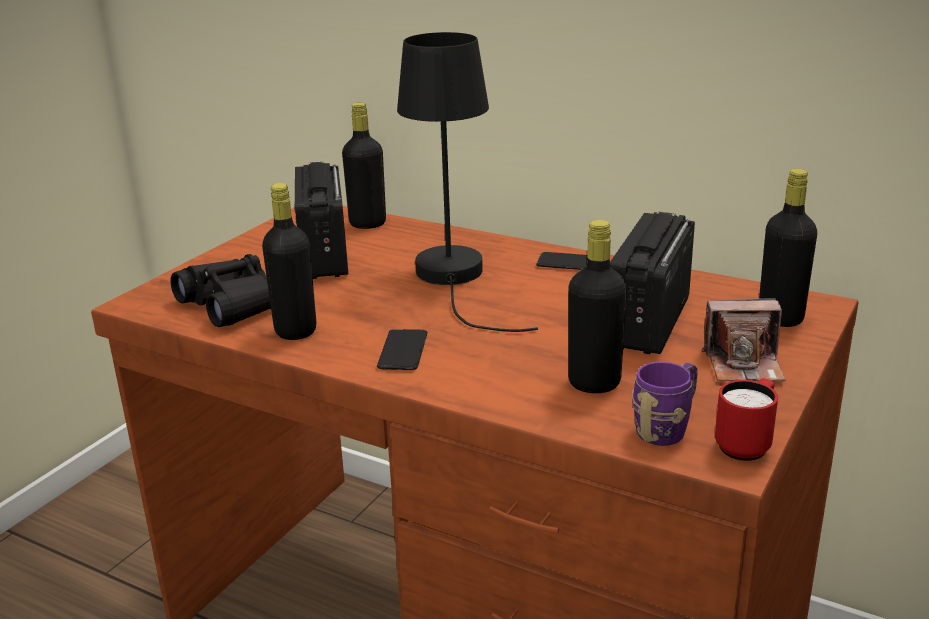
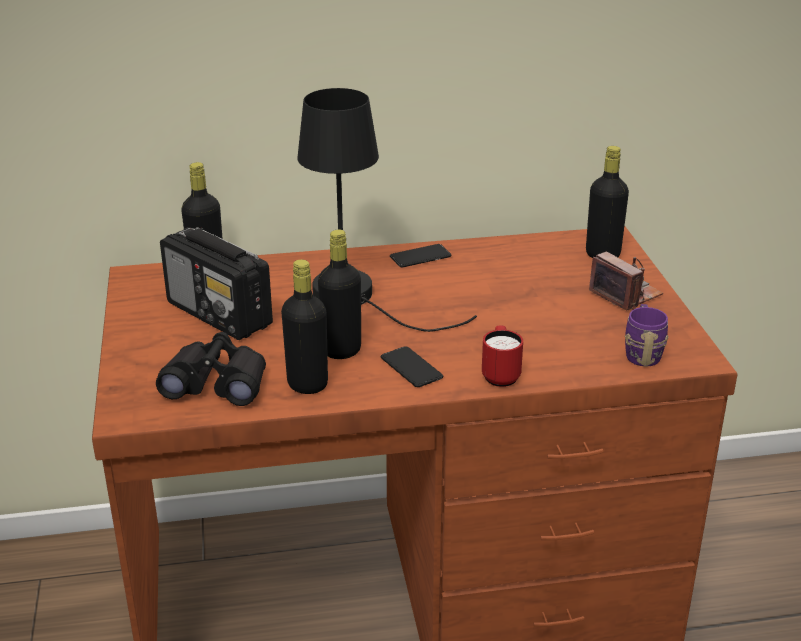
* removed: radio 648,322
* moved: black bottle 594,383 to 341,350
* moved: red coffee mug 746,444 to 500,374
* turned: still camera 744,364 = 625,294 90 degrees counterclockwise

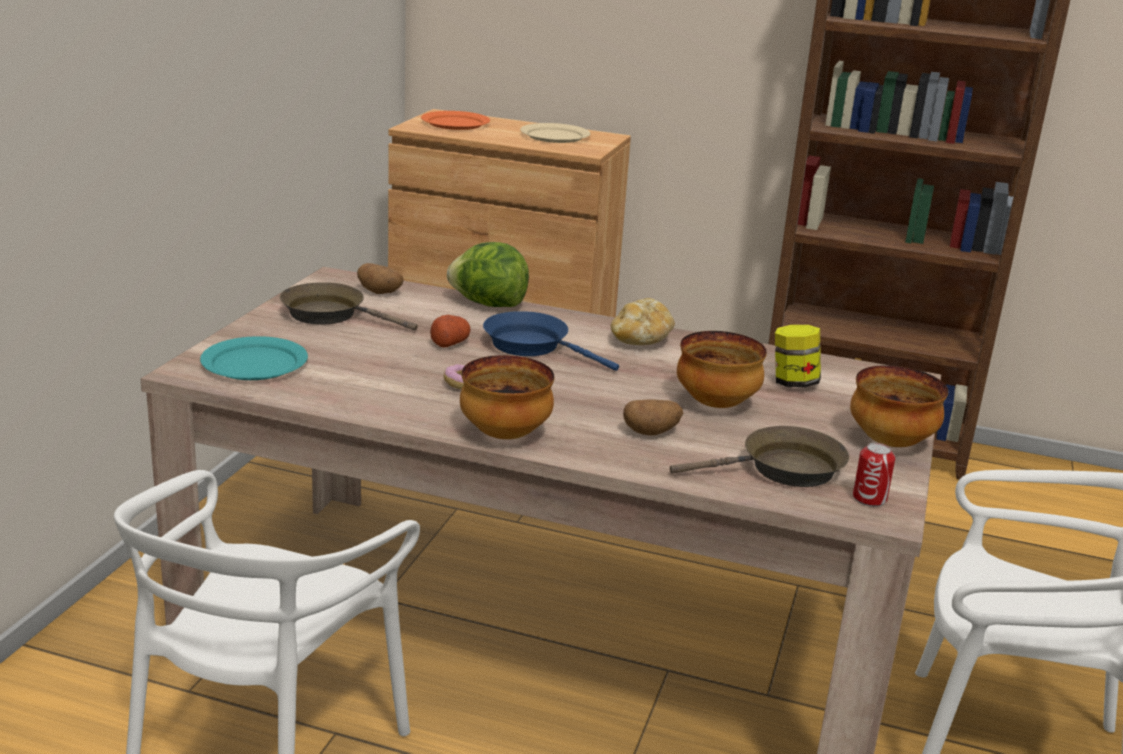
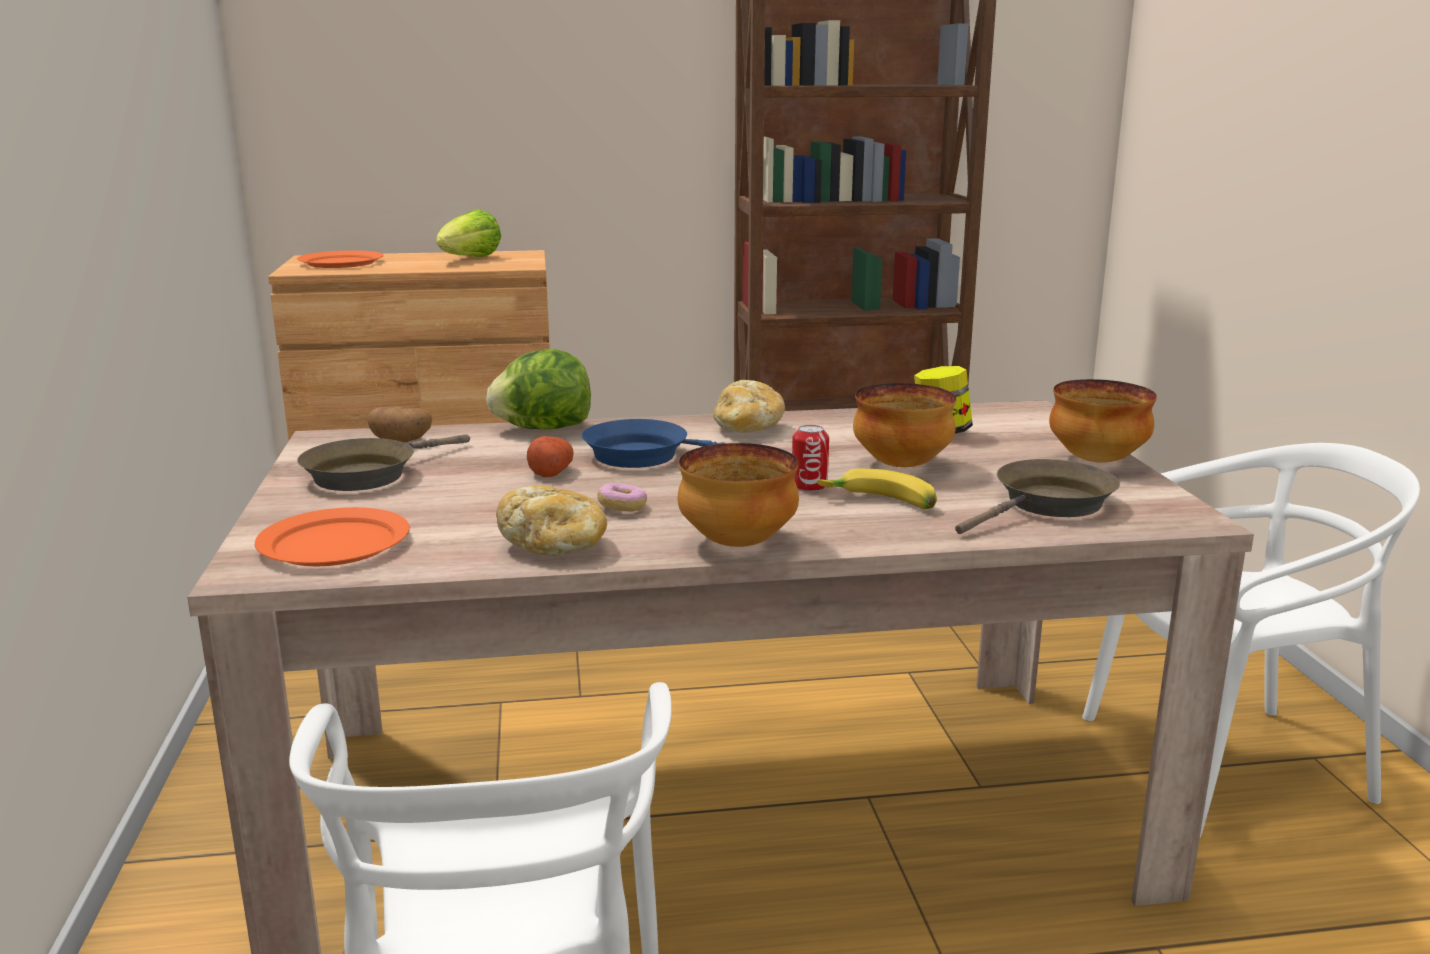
* added: bakery bread 555,546
* moved: metal can 869,498 to 809,486
* replaced: beige plate 555,136 to lettuce head 469,259
* replaced: spud 651,432 to whole banana 880,504
* recoloured: turquoise plate 254,364 to orange plate 335,544
* turned: brown-coloured pan 330,314 = 367,474 45 degrees counterclockwise

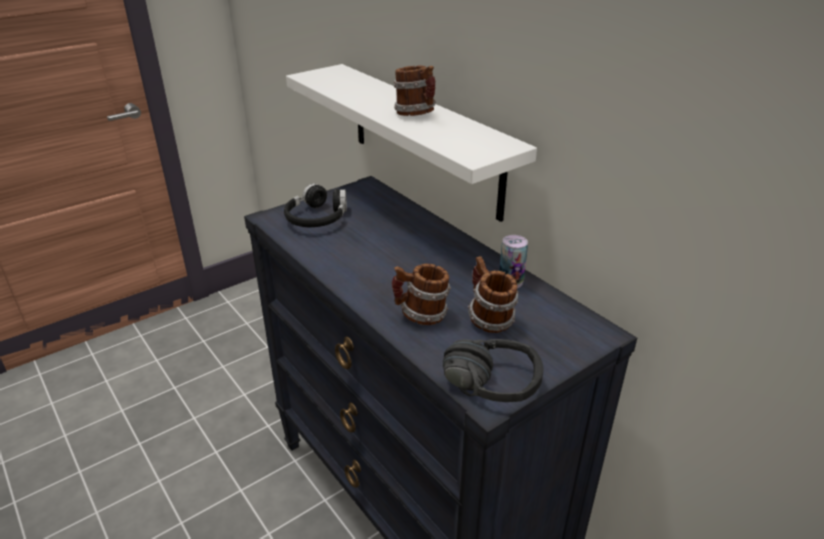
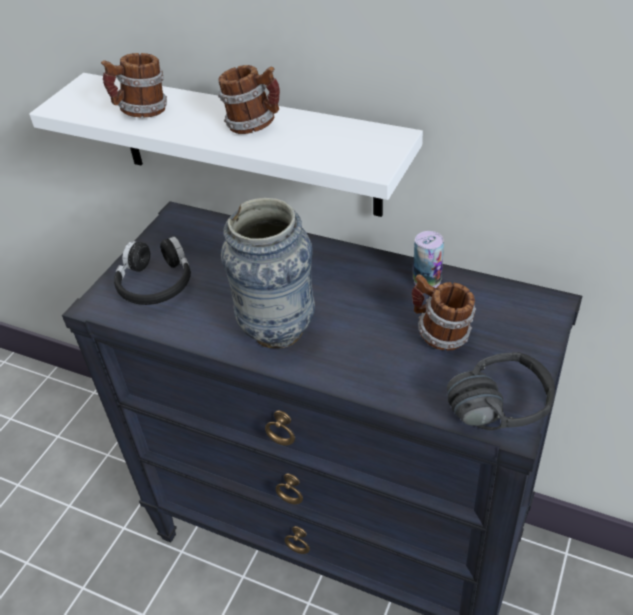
* added: vase 277,330
* moved: coffee mug 421,315 to 142,112

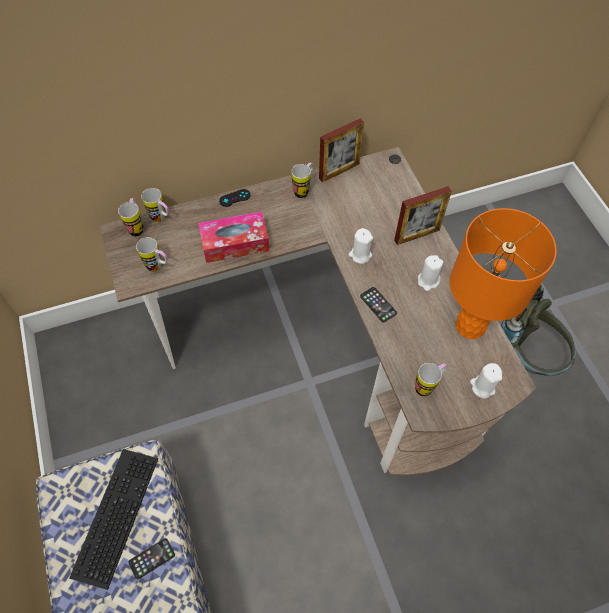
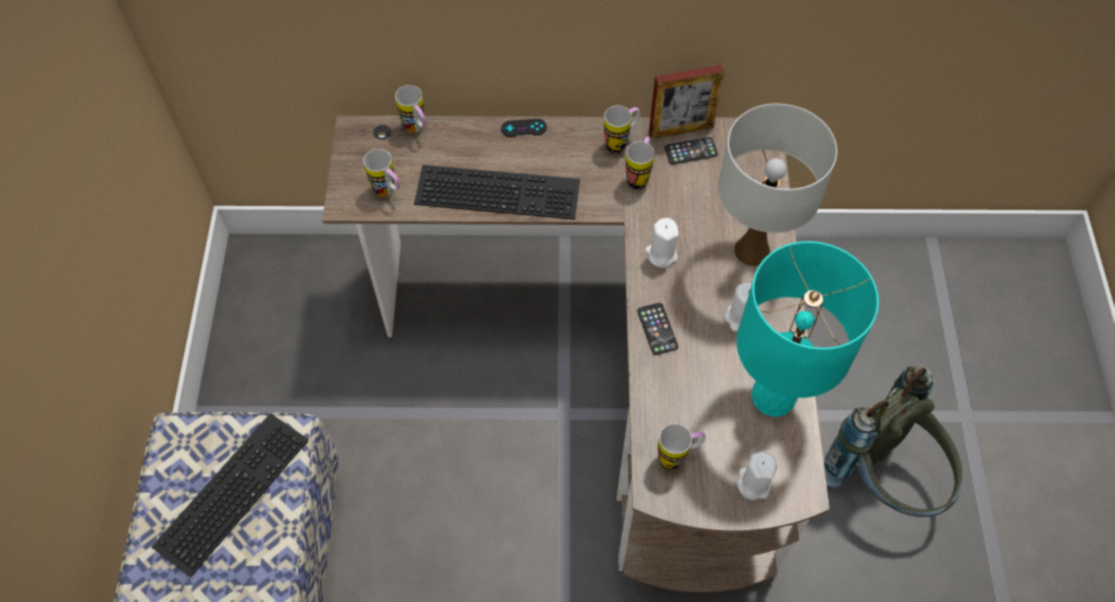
* moved: coffee mug 137,227 to 639,176
* moved: handset 152,558 to 690,151
* replaced: tissue box 235,243 to computer keyboard 499,190
* replaced: standing frame 416,235 to whitish lamp for a table 752,250
* recoloured: orange lamp for a table 470,326 to turquoise lamp for a table 773,397

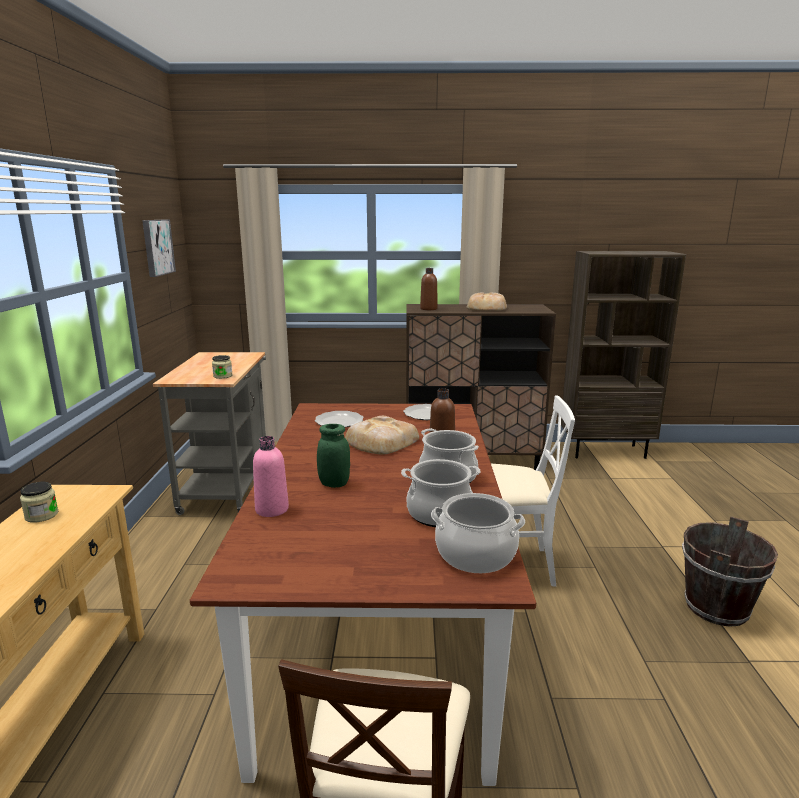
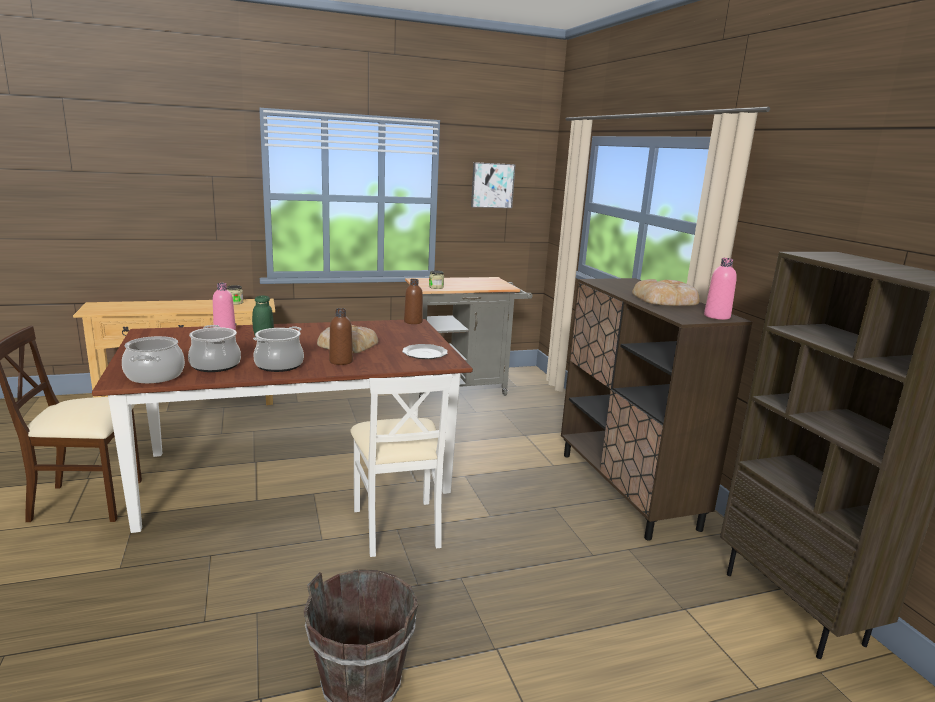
* removed: plate 339,421
* added: pink-coloured bottle 717,316
* moved: brown-coloured bottle 428,309 to 413,322

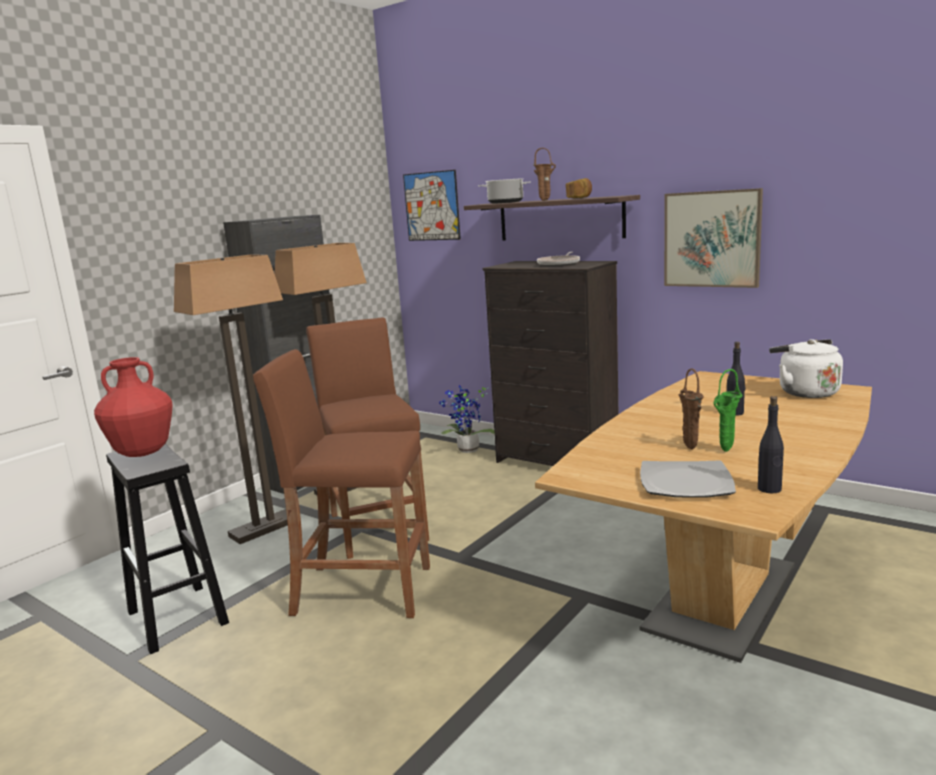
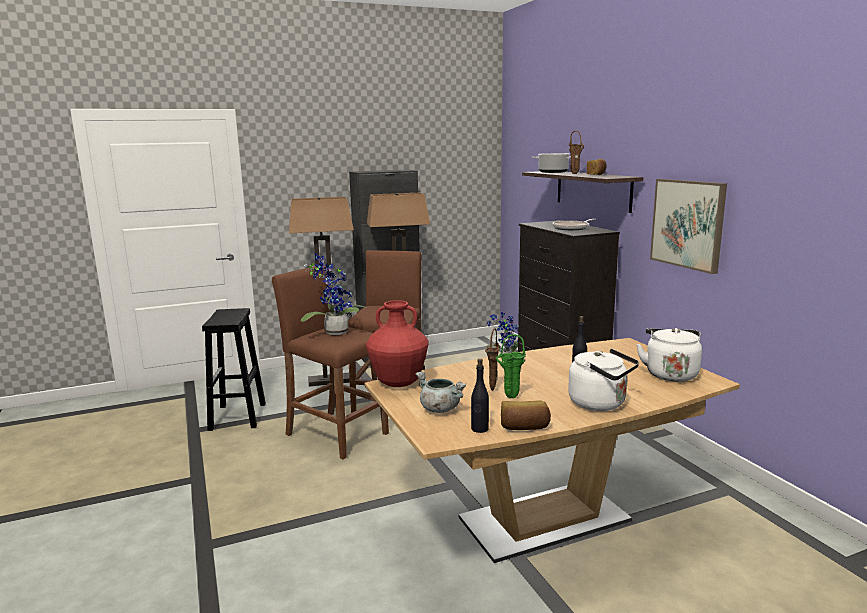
* removed: wall picture 431,206
* added: plant in a pot 334,332
* added: bakery bread 524,427
* added: whitish water kettle 600,404
* moved: red vase 143,453 to 399,383
* replaced: plate 685,483 to greyish stockpot 439,409

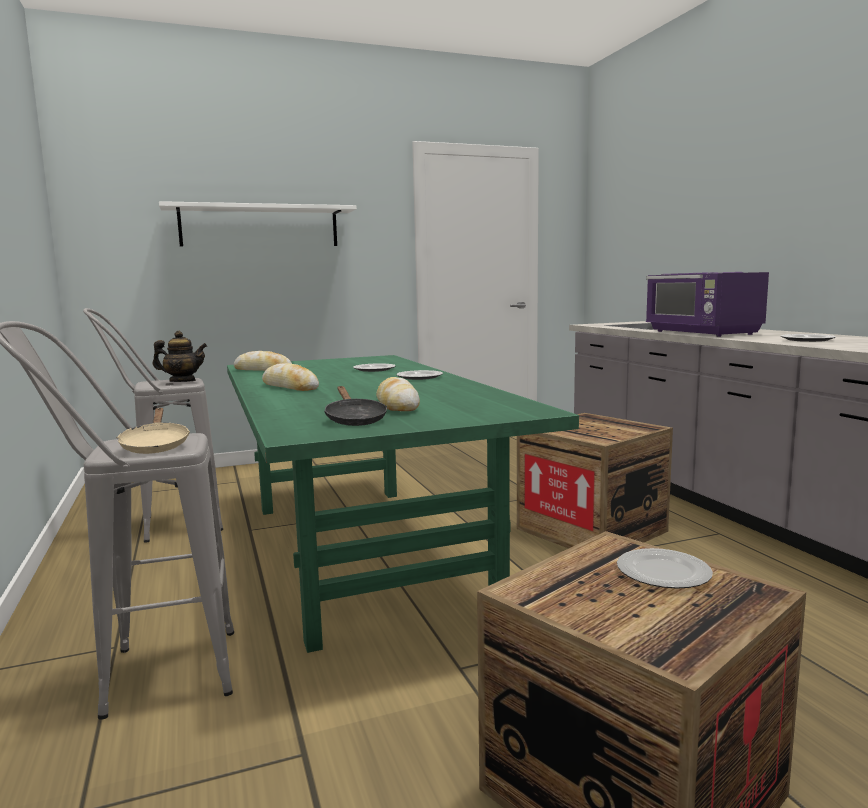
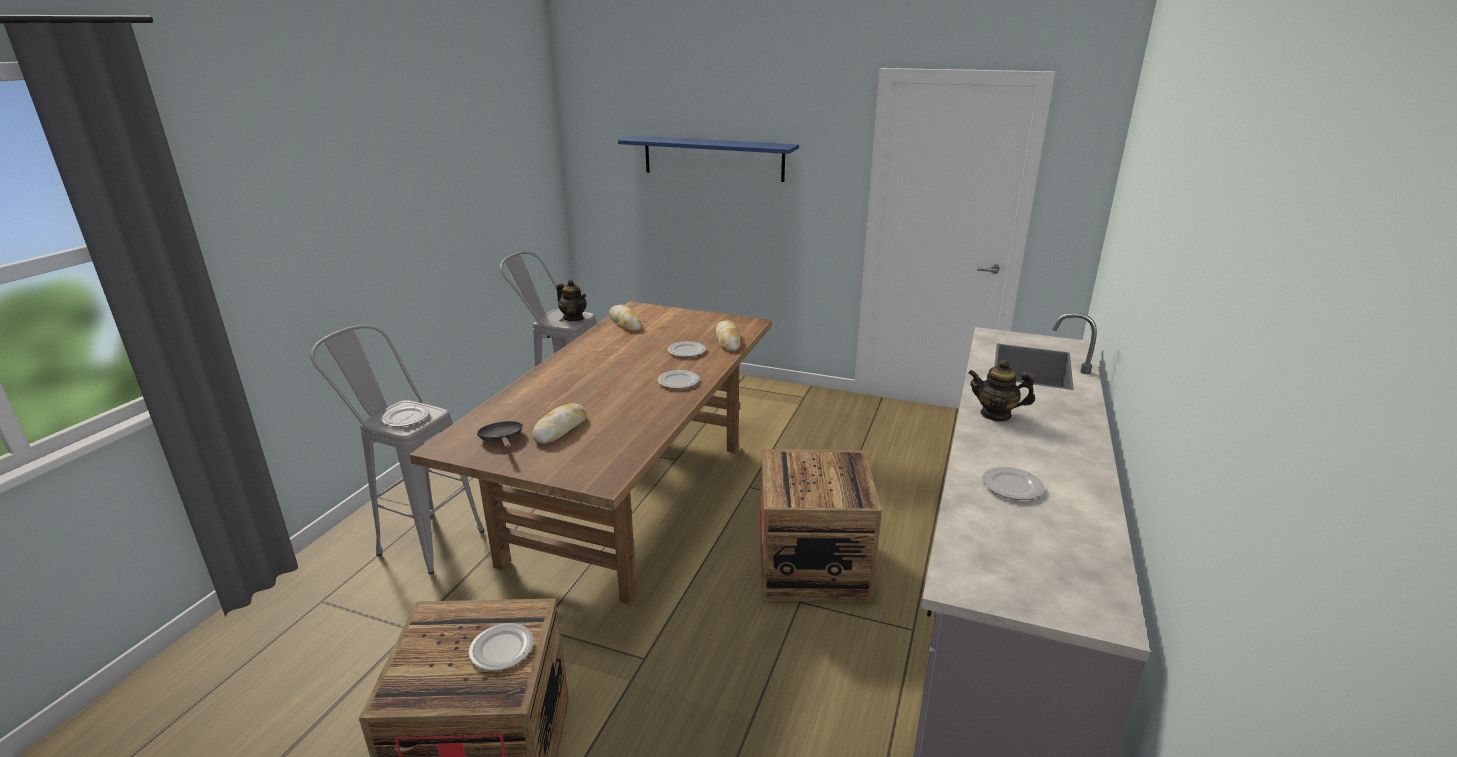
* moved: bakery bread 290,387 to 728,341
* replaced: beige pan 155,445 to plate 406,418
* replaced: purple microwave 702,333 to tea pot 996,414
* recoloured: whitish wall shelf 260,227 to blue-coloured wall shelf 713,158
* recoloured: greenish kitchen table 361,549 to brown-coloured kitchen table 632,498
* turned: black pan 354,419 = 502,439 135 degrees clockwise

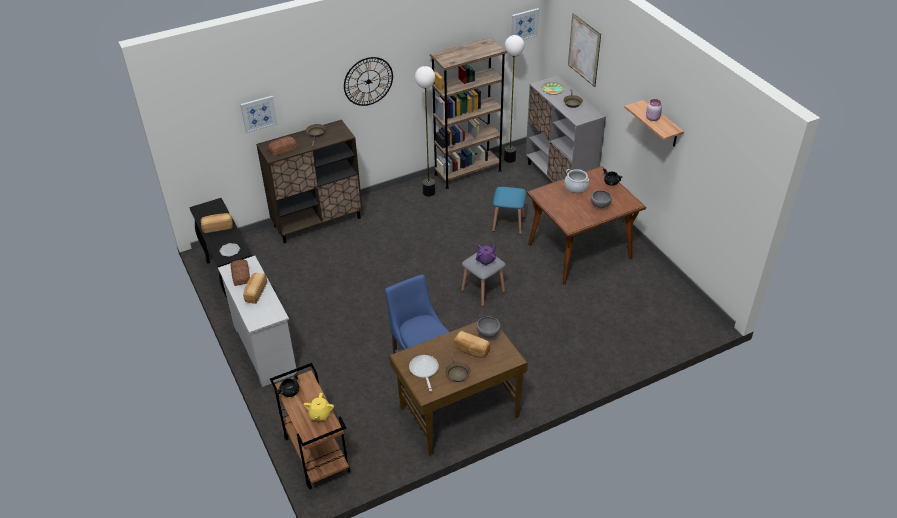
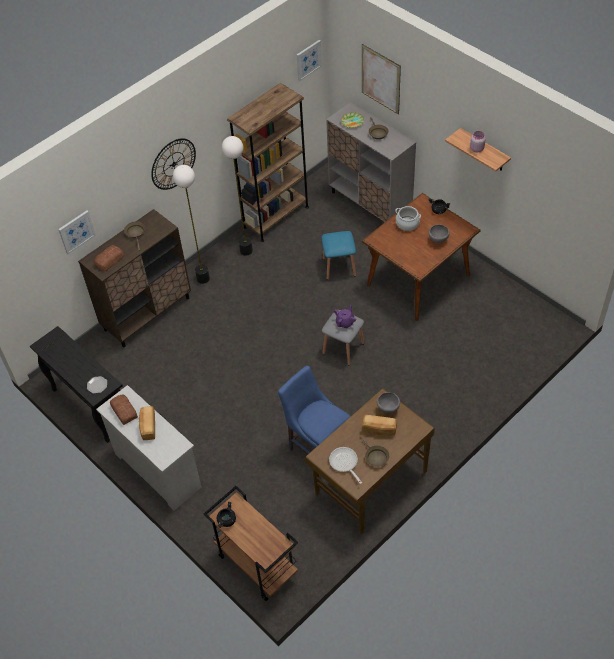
* removed: bakery bread 218,227
* removed: yellowish tea pot 320,415
* moved: standing lamp 510,159 to 203,278

